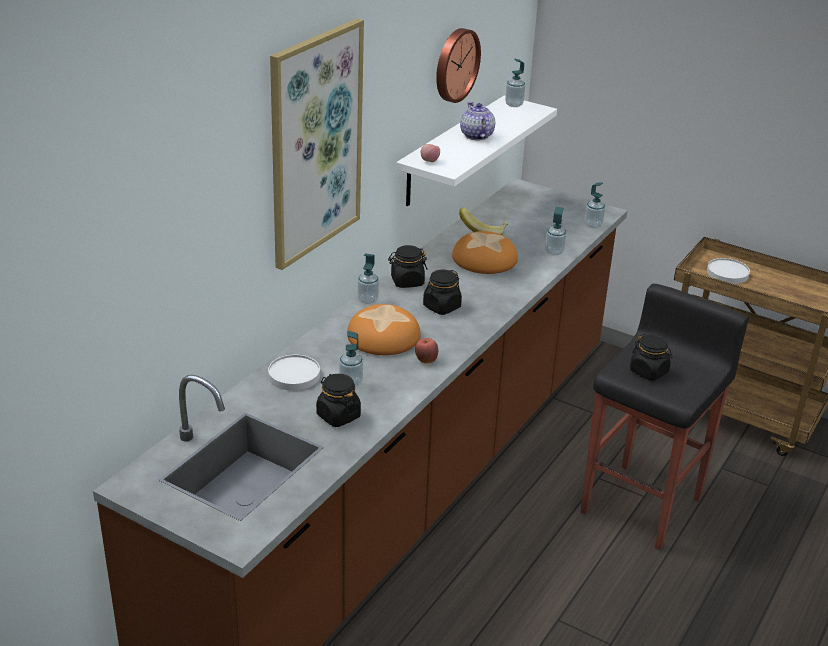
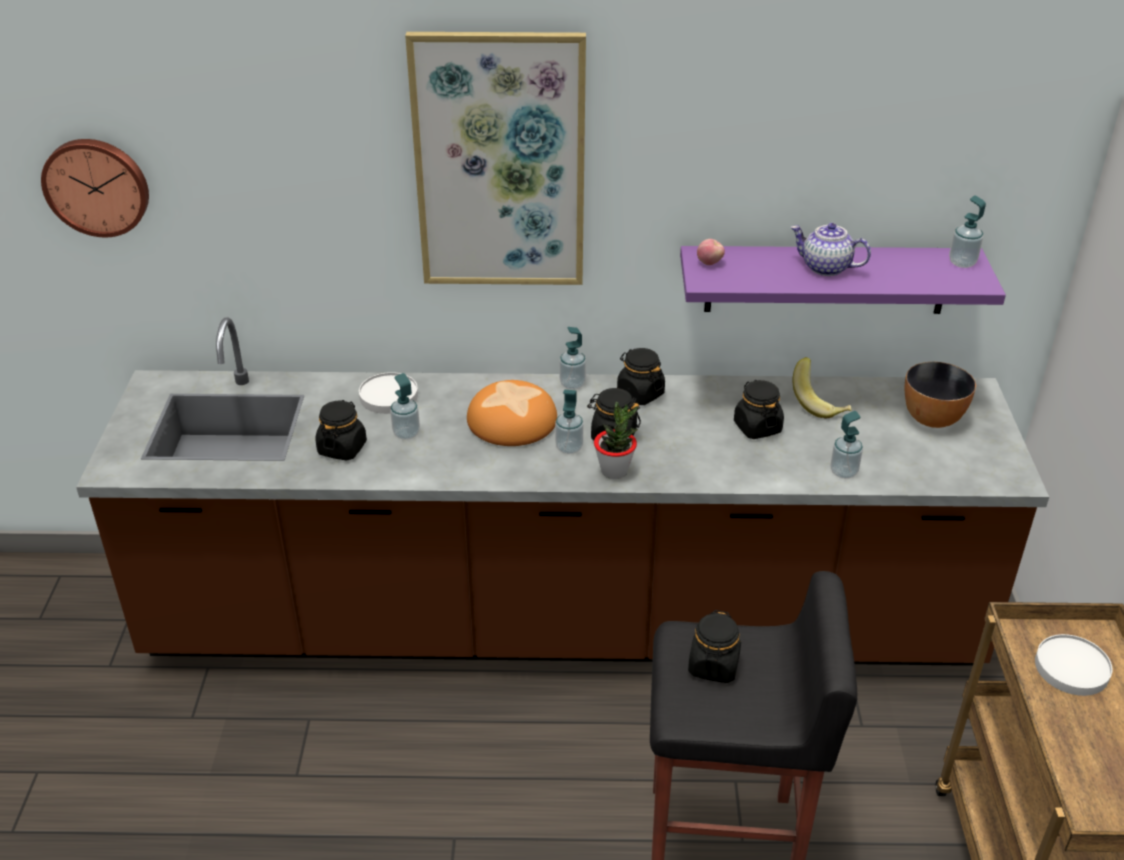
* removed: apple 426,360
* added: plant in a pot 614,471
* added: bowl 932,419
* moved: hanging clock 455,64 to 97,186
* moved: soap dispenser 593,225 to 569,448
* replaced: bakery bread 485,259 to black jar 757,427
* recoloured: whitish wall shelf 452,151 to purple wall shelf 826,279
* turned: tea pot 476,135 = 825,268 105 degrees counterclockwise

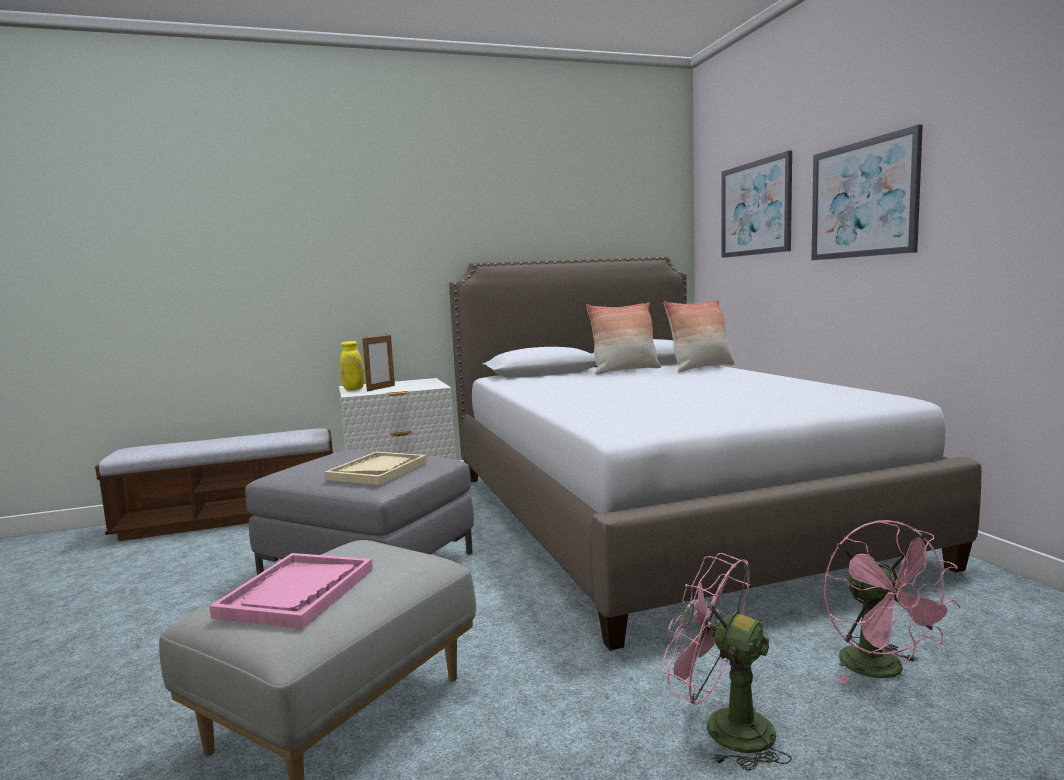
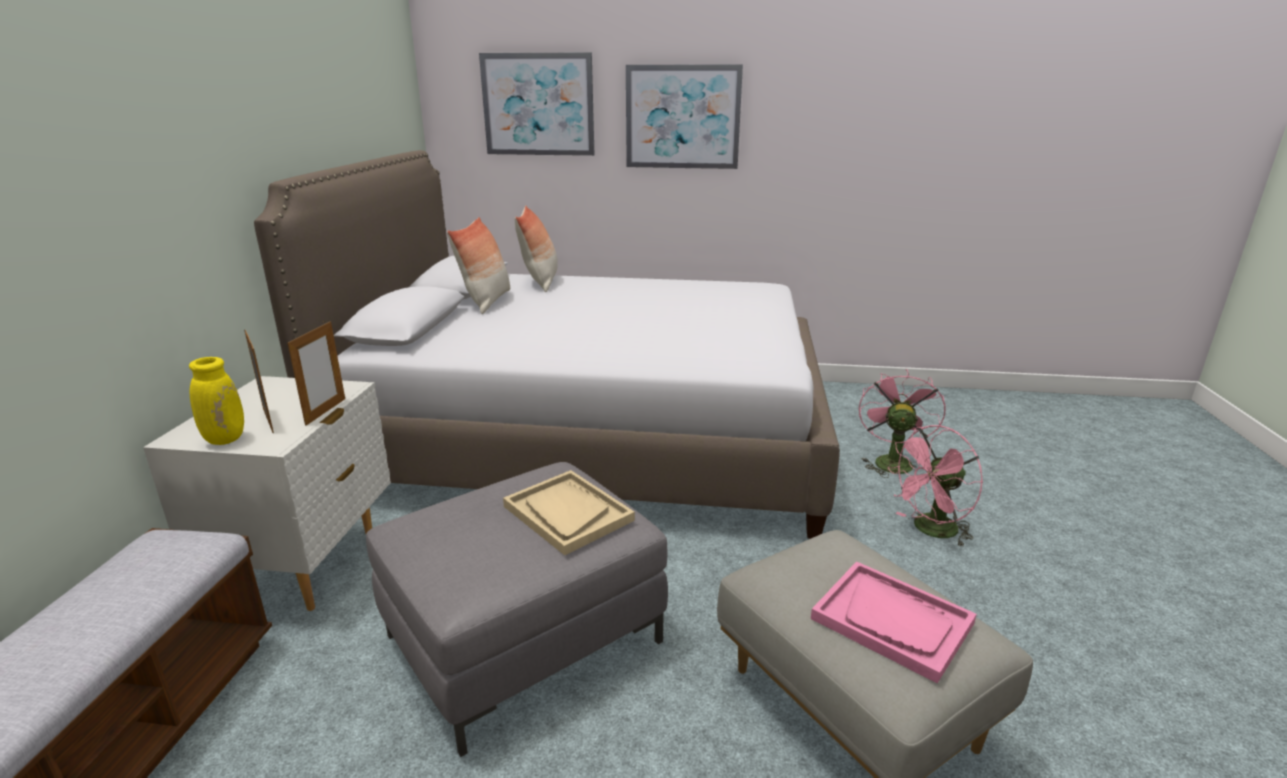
* added: standing frame 325,411
* turned: pink-coloured fan 882,671 = 891,461 90 degrees counterclockwise

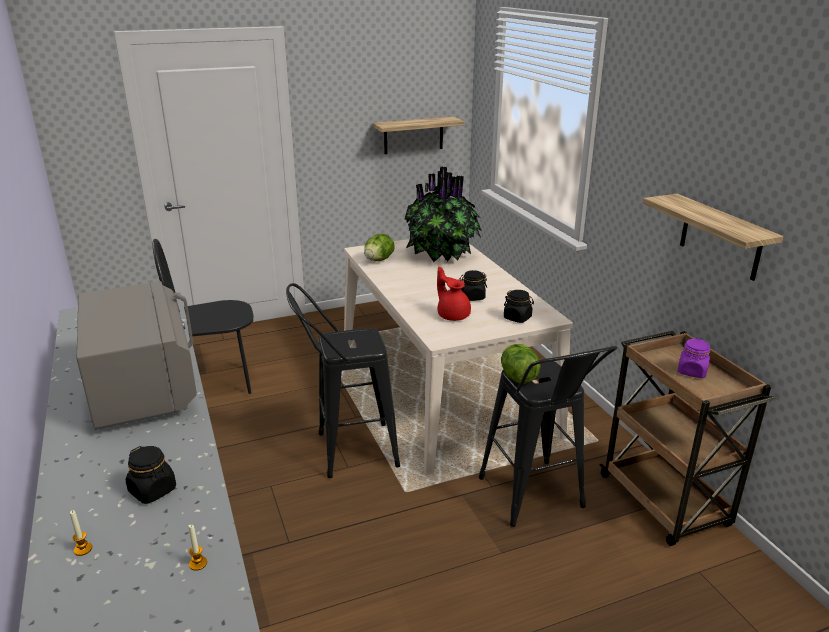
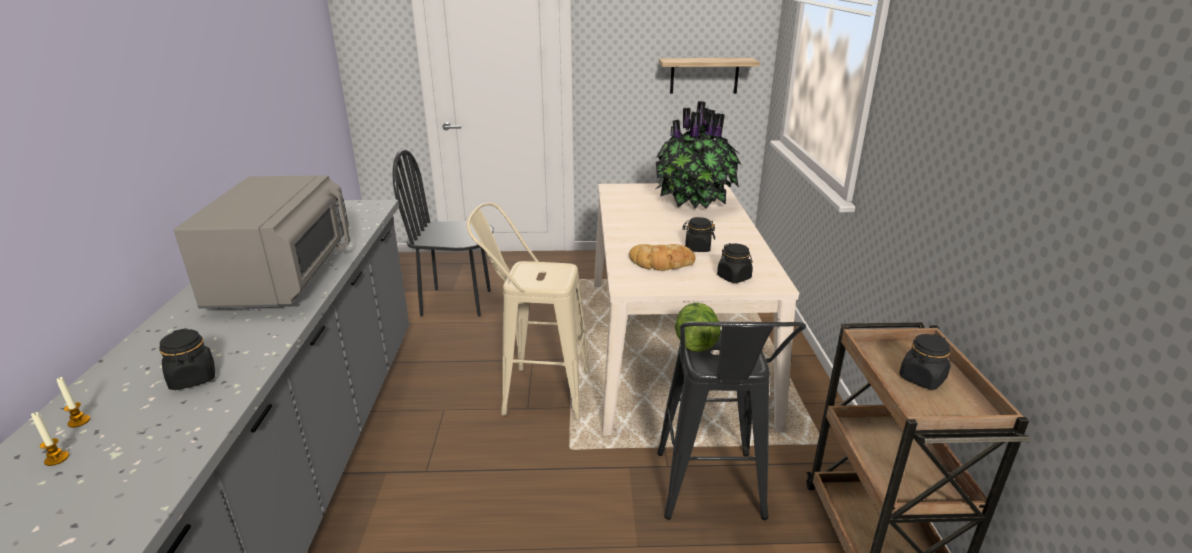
* removed: lettuce head 378,260
* removed: wall shelf 720,237
* moved: candle 198,563 to 57,459
* replaced: red tea pot 452,315 to bakery bread 661,263
* recoloured: black stool seat 347,451 to beige stool seat 536,392
* recoloured: purple jar 692,371 to black jar 922,378

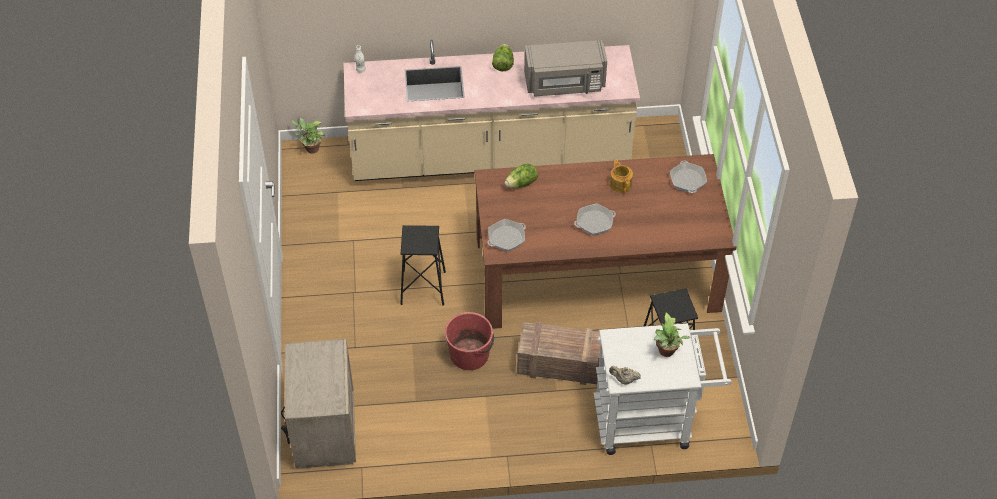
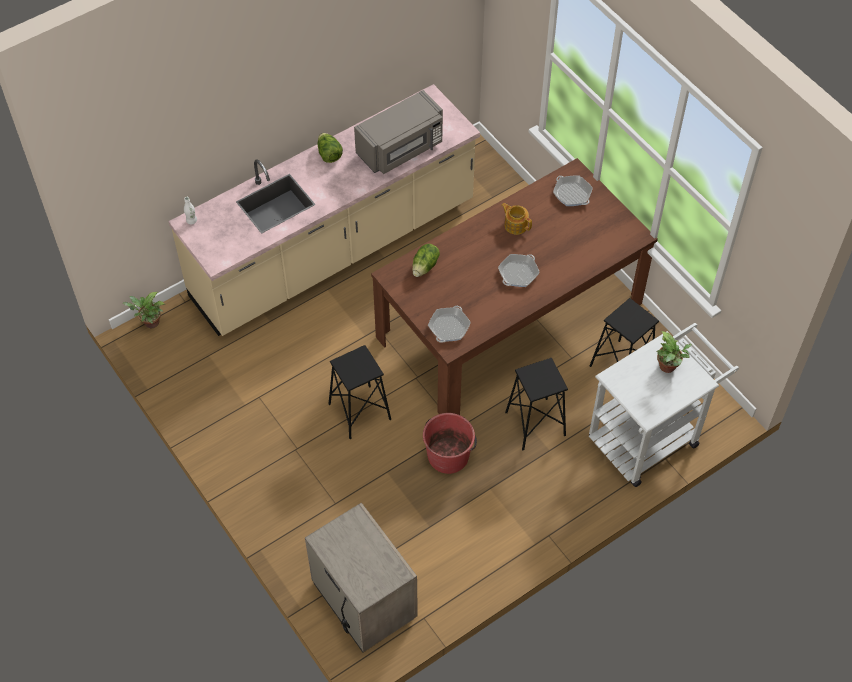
* removed: beige tea pot 624,380
* replaced: shipping crate 558,364 to black stool seat 535,424

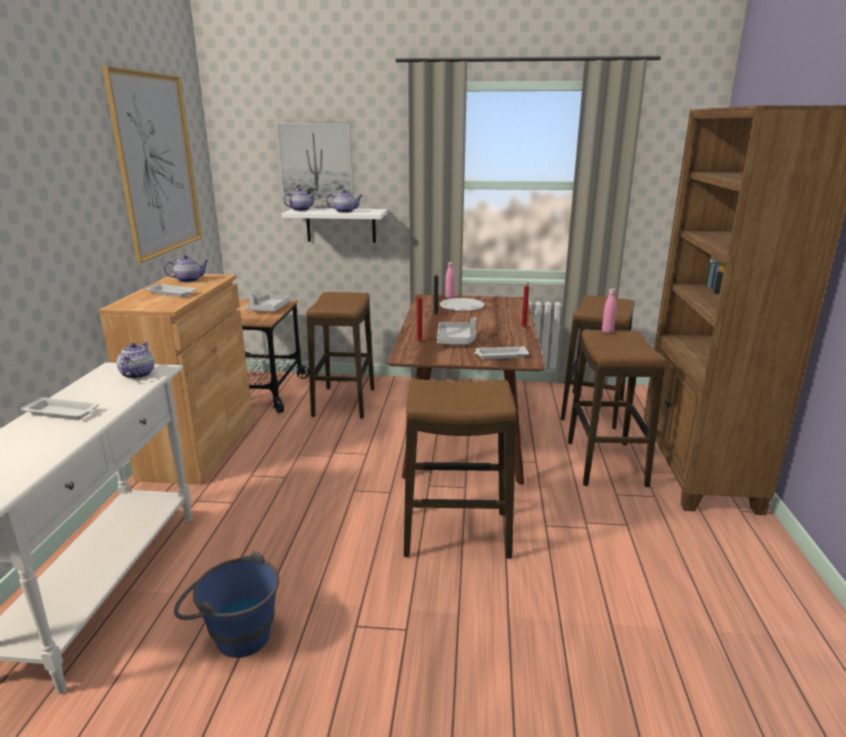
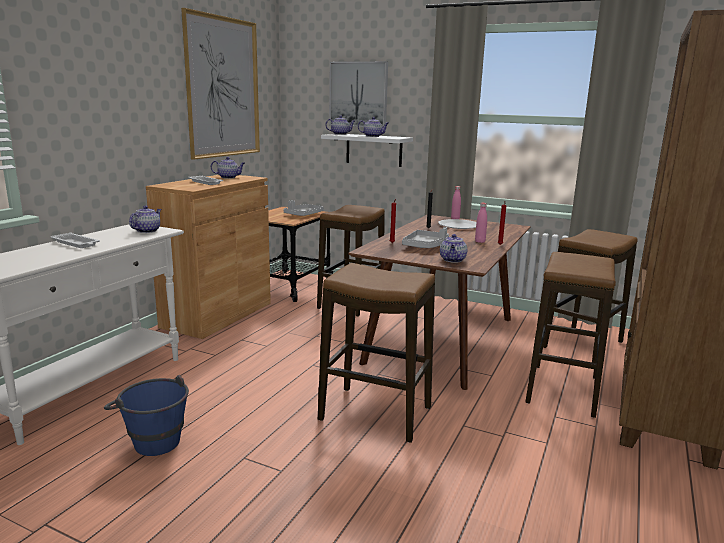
* moved: pink-coloured bottle 607,332 to 480,241
* replaced: whitish carrying tray 500,355 to tea pot 453,260

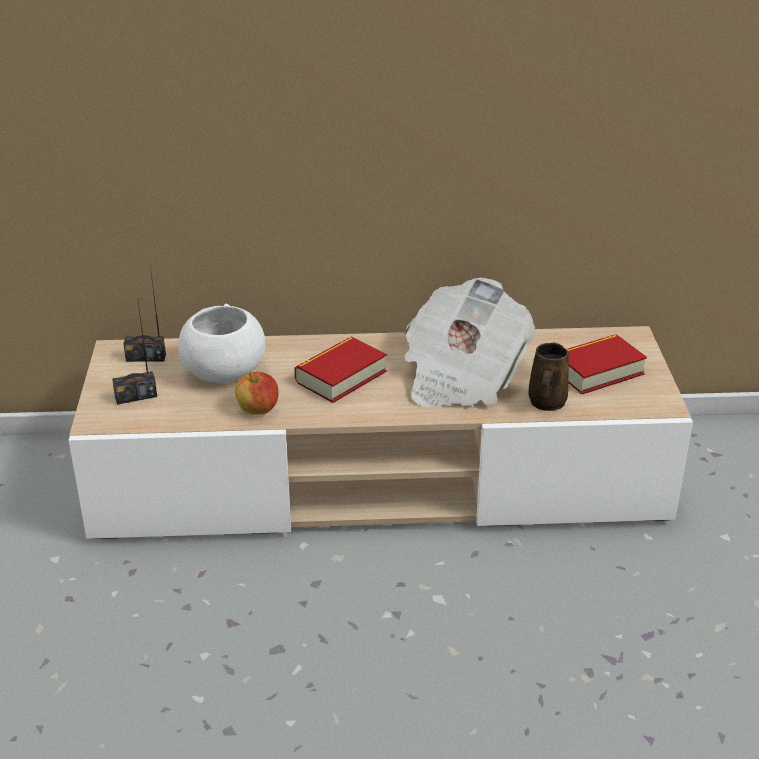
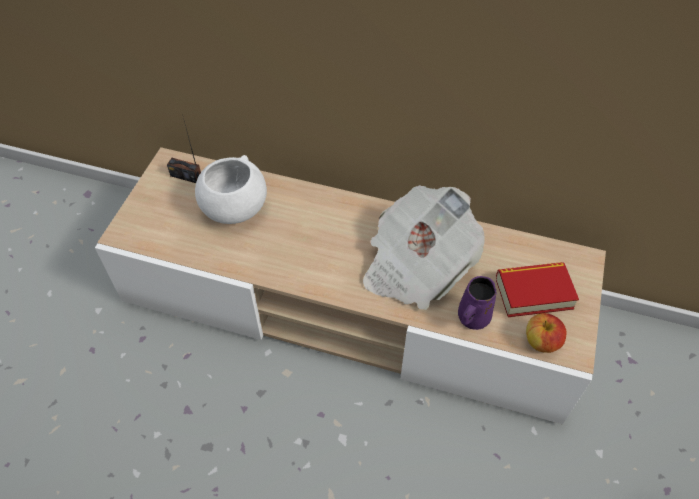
* removed: radio 136,396
* removed: book 341,376
* moved: apple 258,410 to 541,342
* recoloured: brown-coloured coffee mug 546,403 to purple coffee mug 472,318

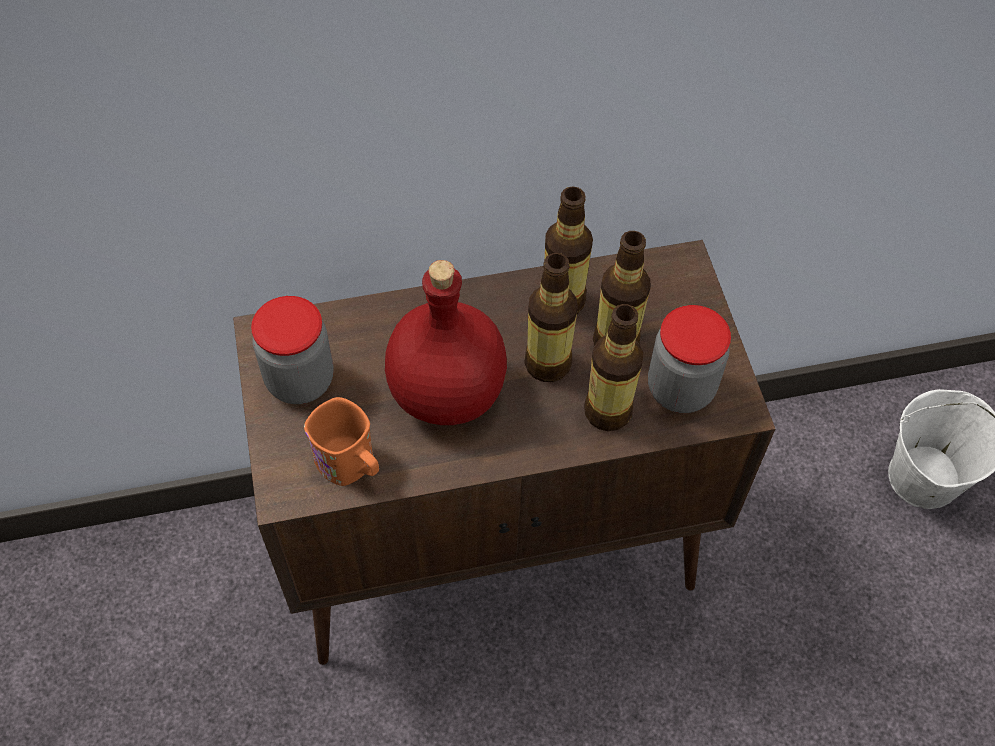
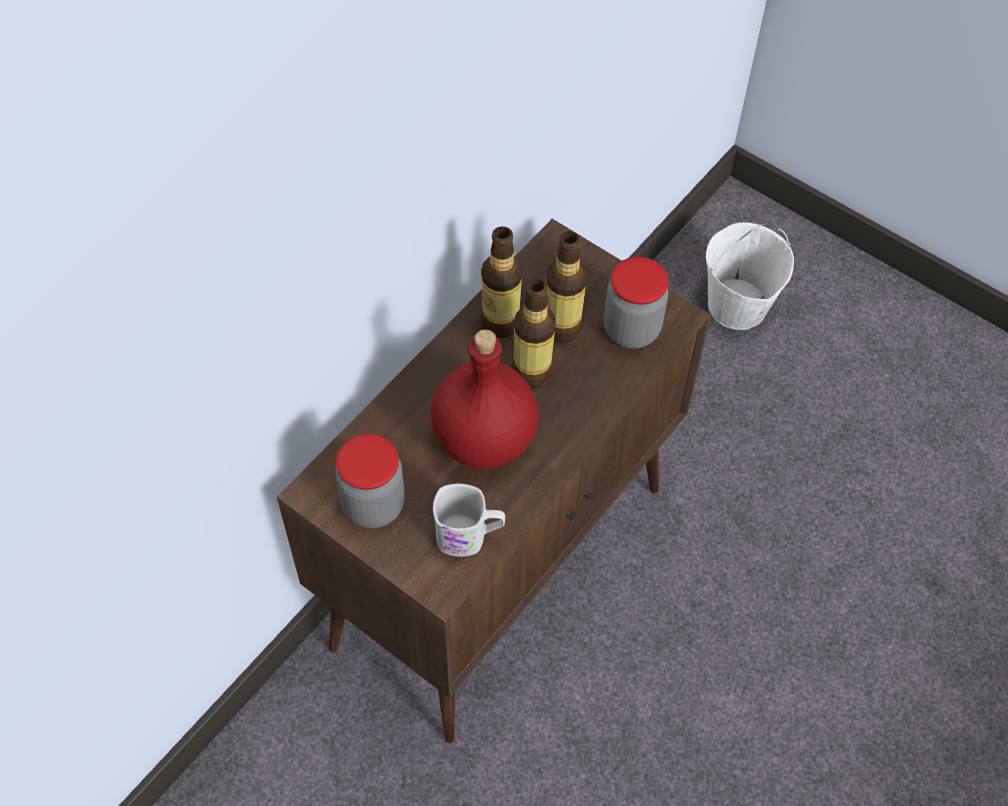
* removed: bottle 607,412
* recoloured: orange coffee mug 351,466 to whitish coffee mug 469,536

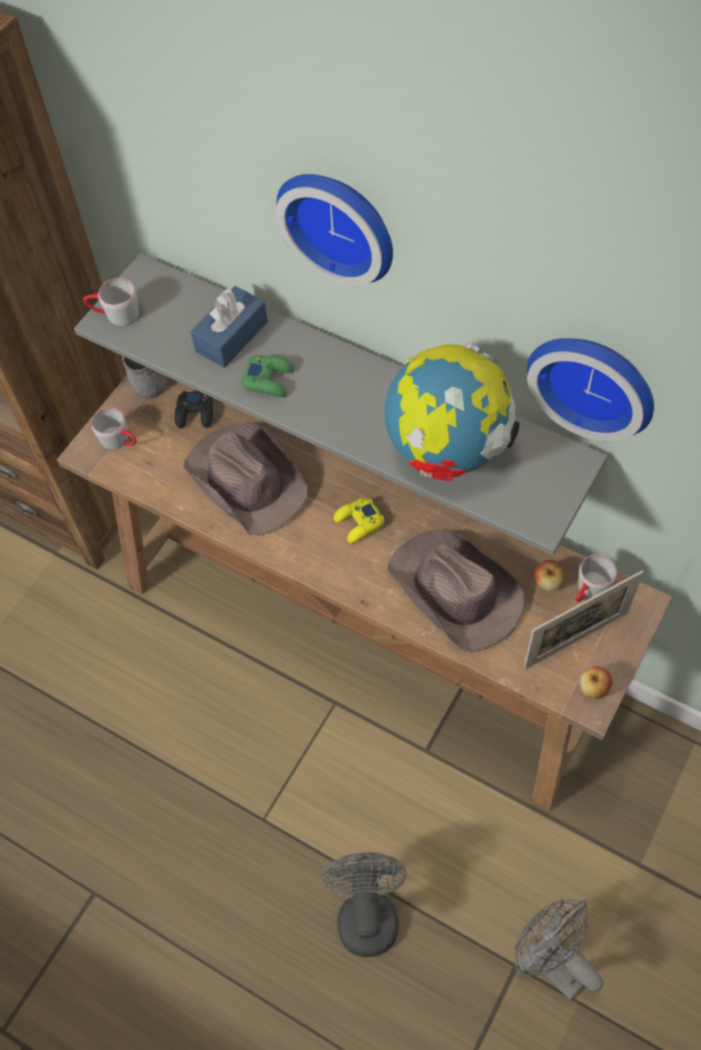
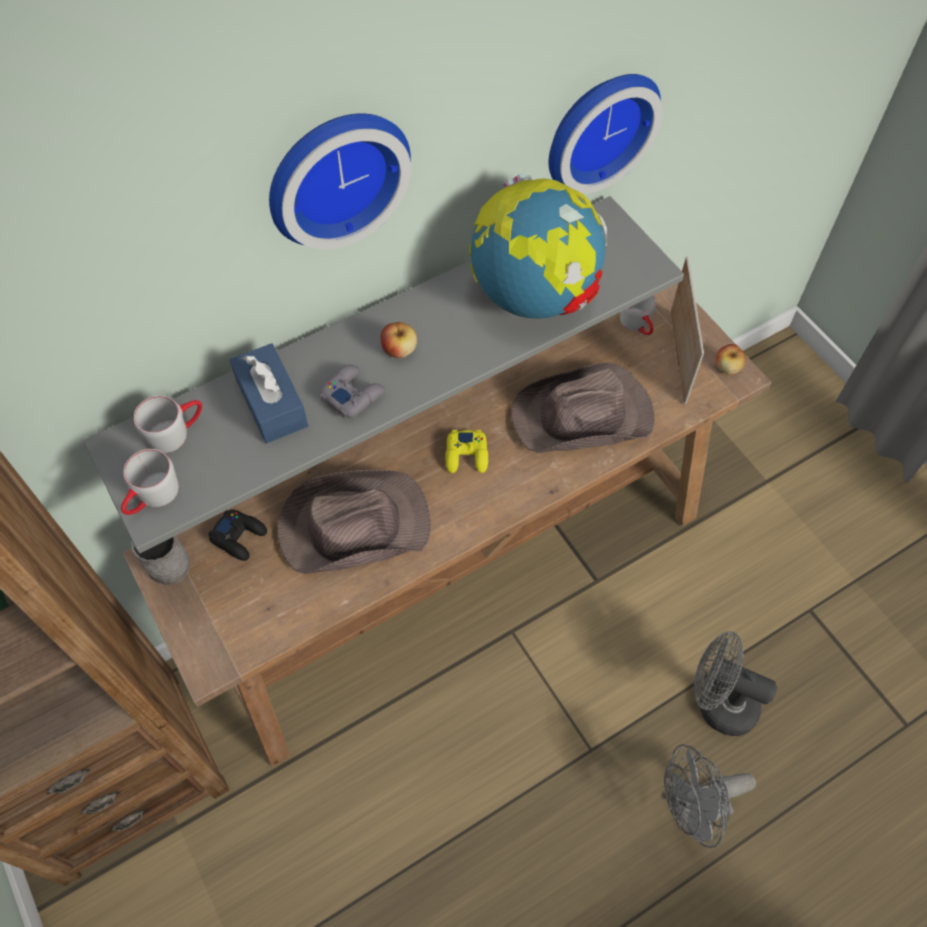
* moved: greyish coffee mug 120,441 to 176,432
* moved: greyish fan 550,961 to 692,809
* moved: apple 548,582 to 399,350
* recoloured: greenish joypad 269,379 to greyish joypad 352,395

